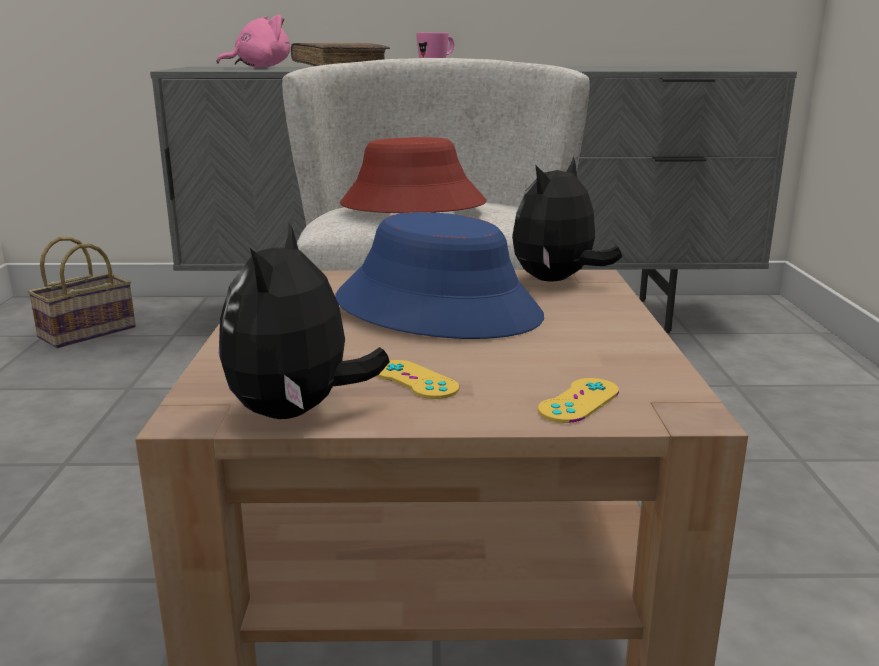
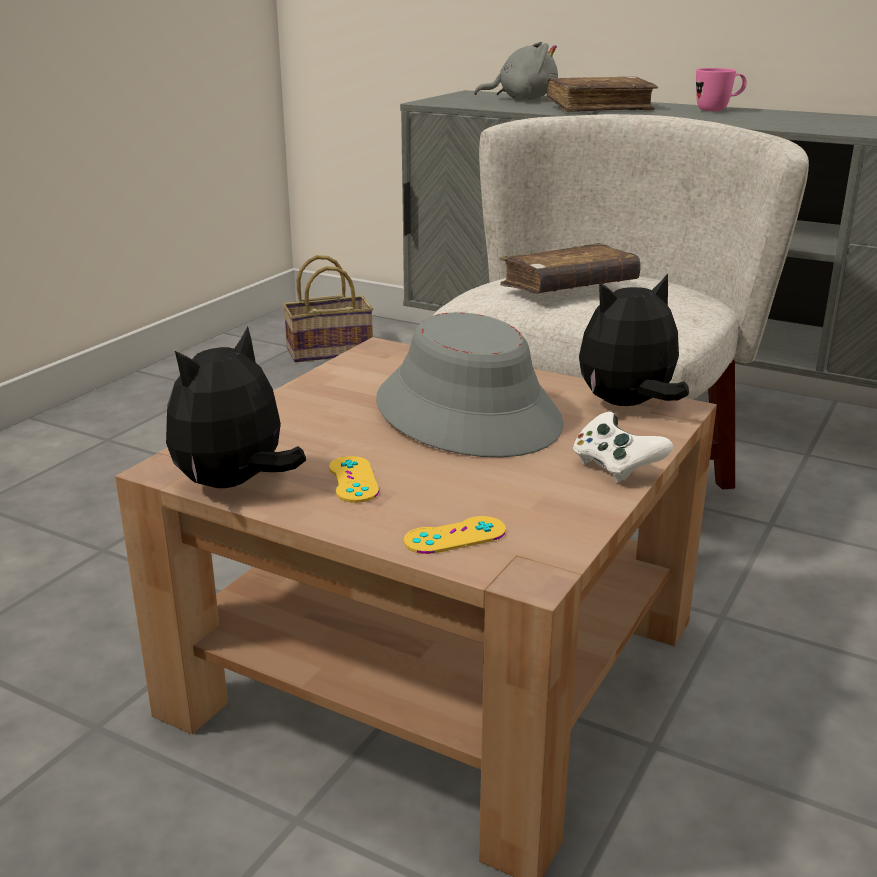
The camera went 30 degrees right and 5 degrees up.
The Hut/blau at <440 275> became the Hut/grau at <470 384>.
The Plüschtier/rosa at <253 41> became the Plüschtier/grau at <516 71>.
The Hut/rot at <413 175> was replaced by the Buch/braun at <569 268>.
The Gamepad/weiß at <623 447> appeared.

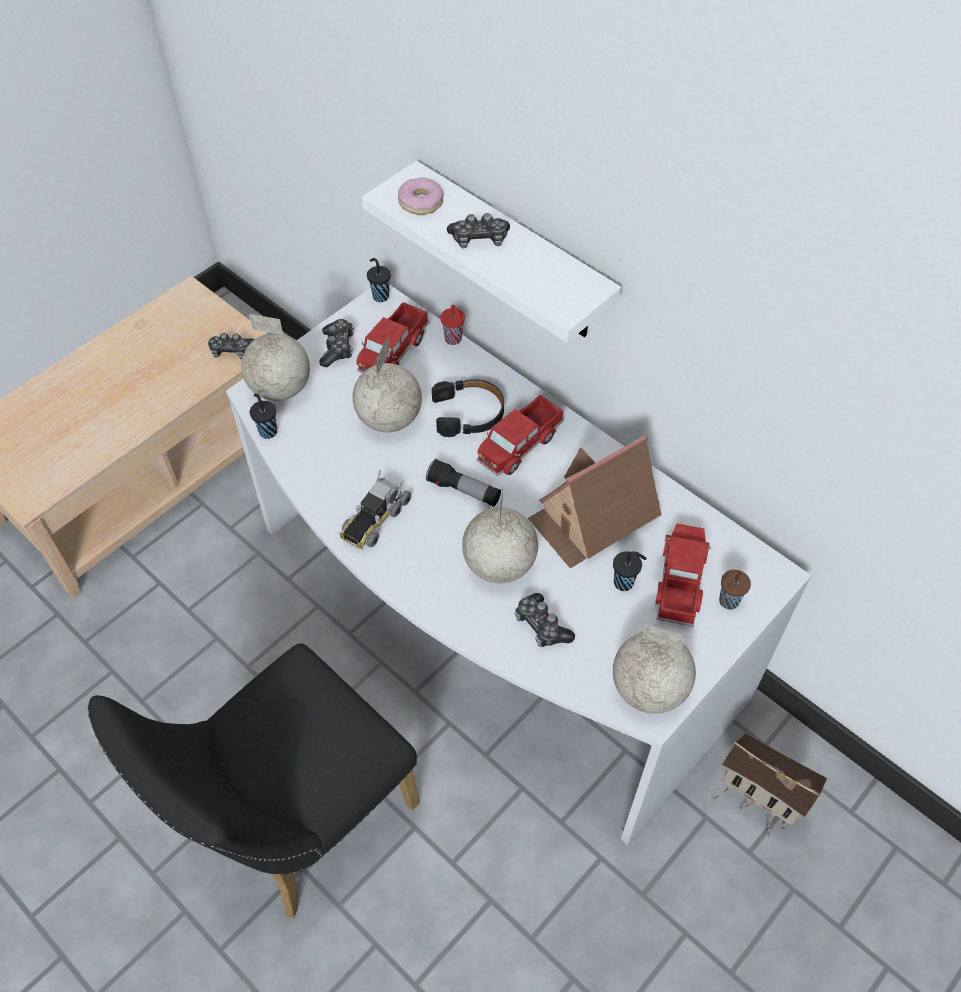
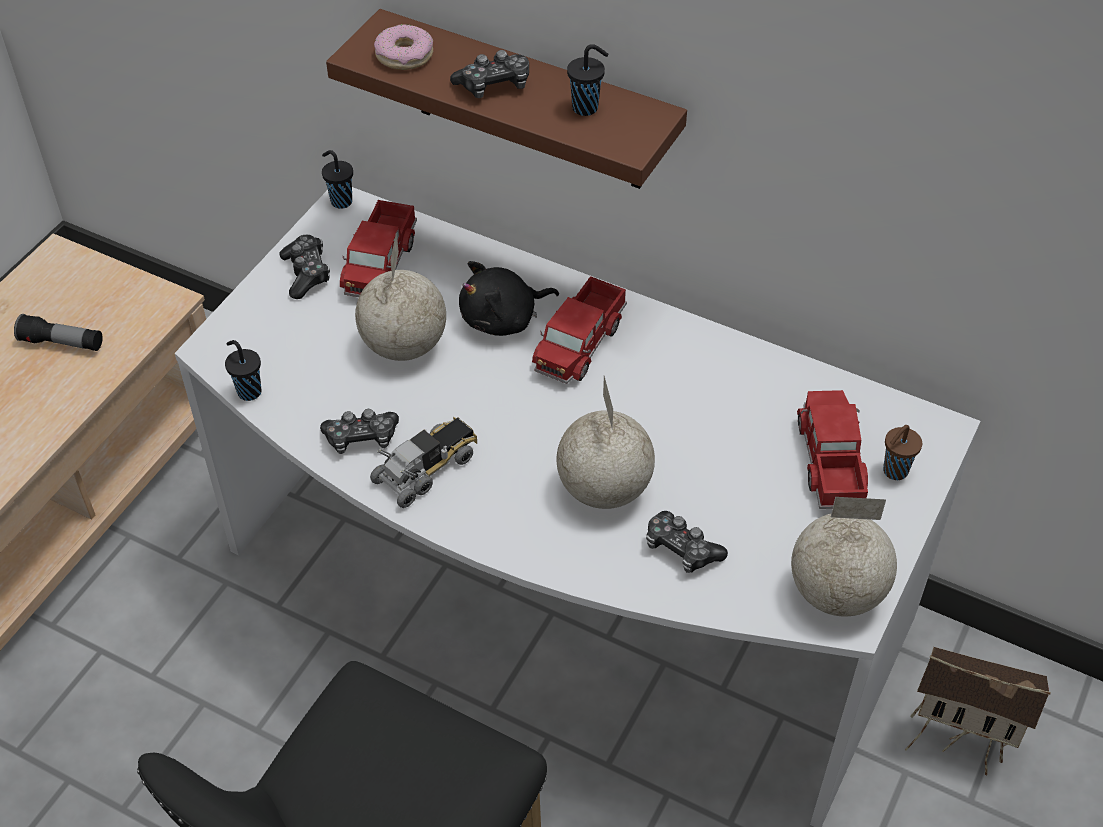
The camera went 15 degrees left and 5 degrees down.
The Taschenlampe moved from <463 483> to <58 332>.
The Gamepad moved from <231 346> to <359 431>.
The Wandregal/weiß at <492 252> became the Wandregal/braun at <506 99>.
The Spielzeuglaster at <375 510> turned 150 degrees counterclockwise.
The Kopfhörer/schwarz at <468 408> was replaced by the Plüschtier/schwarz at <509 298>.
The Tasse/schwarz moved from <630 571> to <587 80>.
The Globus at <275 357> disappeared.
The Tasse/rot at <452 325> disappeared.
The Spielzeughaus at <594 501> disappeared.

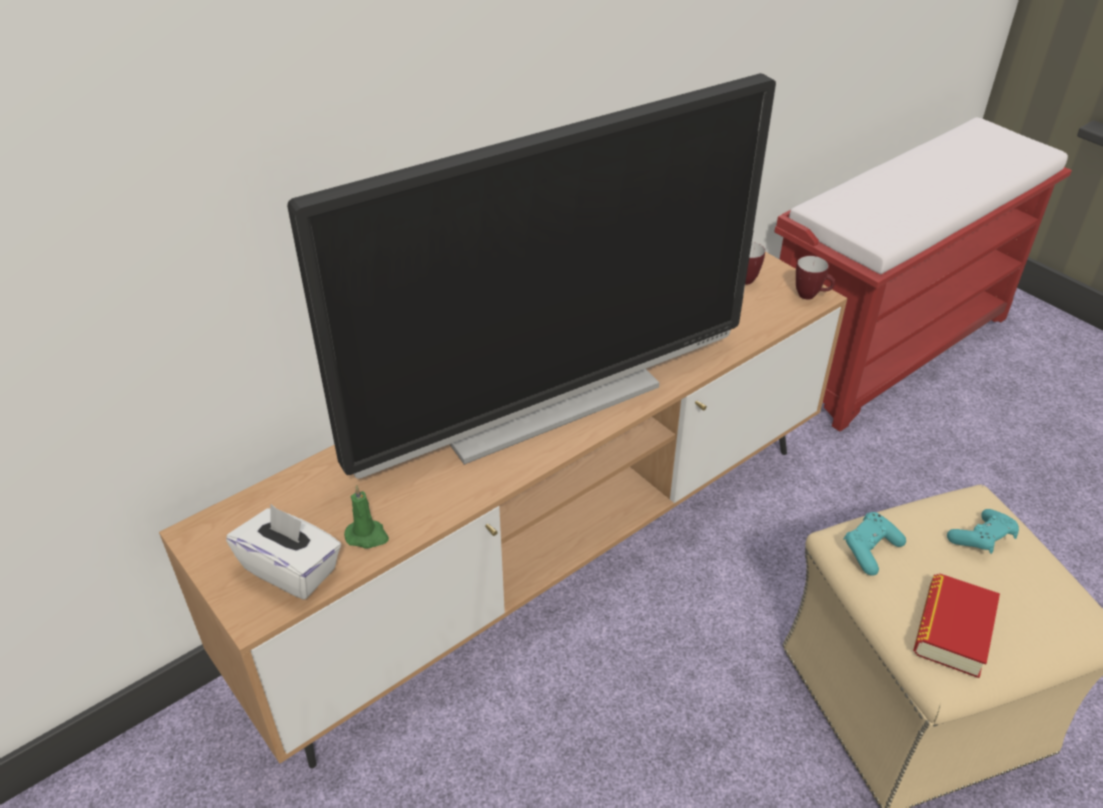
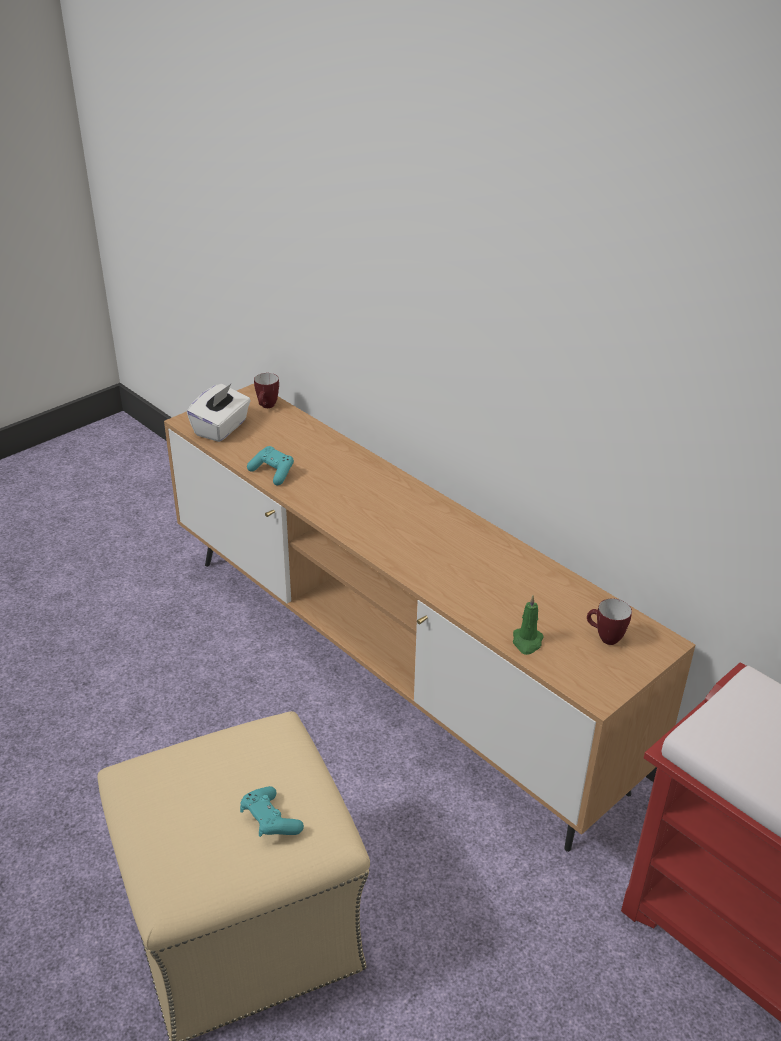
The camera went 85 degrees right and 5 degrees down.
The Gamepad/türkis moved from <874 544> to <270 465>.
The Henkelbecher moved from <815 278> to <266 390>.
The Kerze/grün moved from <366 517> to <528 625>.
The Fernseher at <531 276> disappeared.
The Buch at <956 626> disappeared.

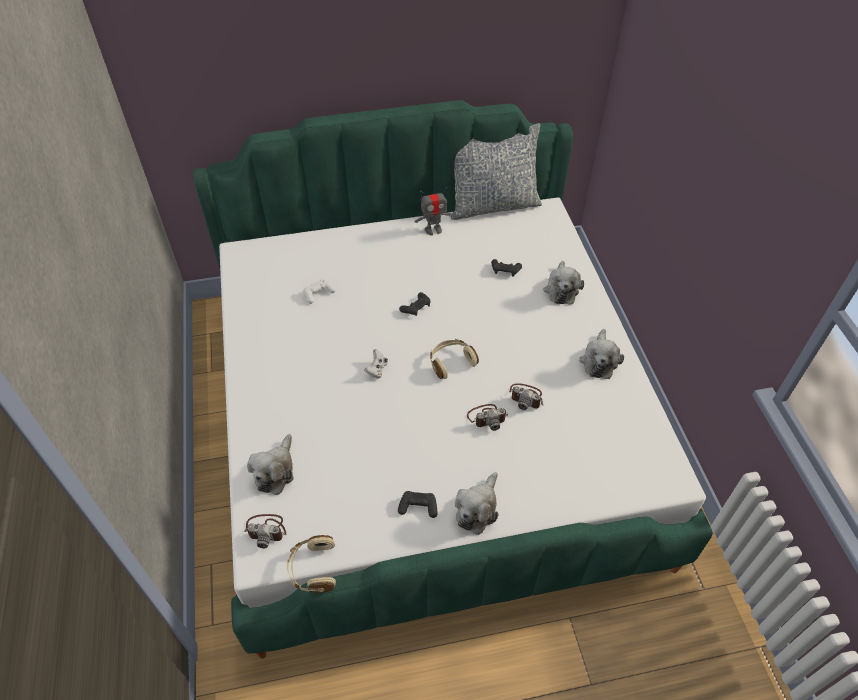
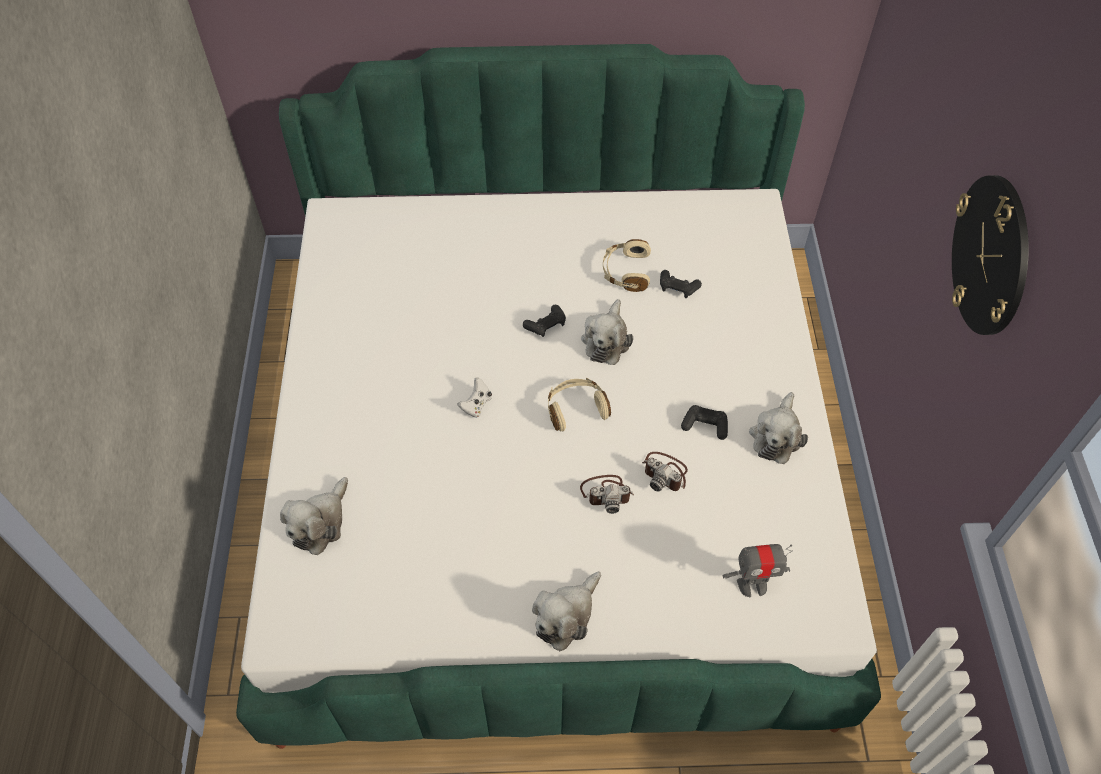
The camera went 10 degrees right and 5 degrees up.
The Plüschtier moved from <563 283> to <607 332>.
The Kopfhörer/beige moved from <311 564> to <627 265>.
The Gamepad/schwarz moved from <418 504> to <704 422>.
The Spielzeugroboter moved from <433 211> to <757 570>.
The Wanduhr at <990 255> appeared.
The Kamera at <265 531> disappeared.
The Gamepad/weiß at <320 291> disappeared.
The Kissen at <496 171> disappeared.

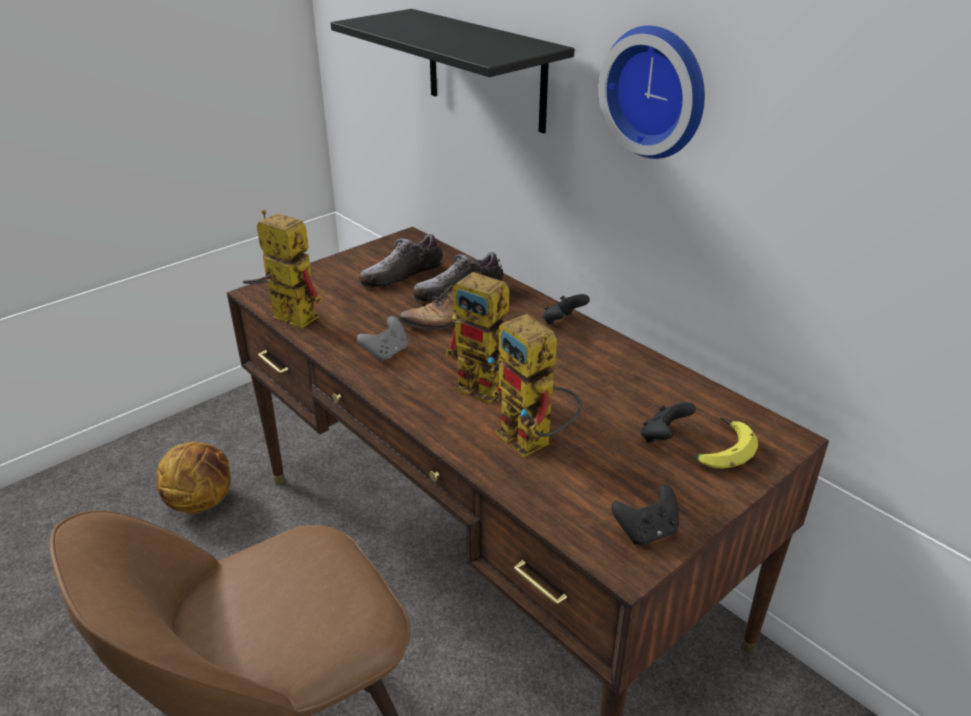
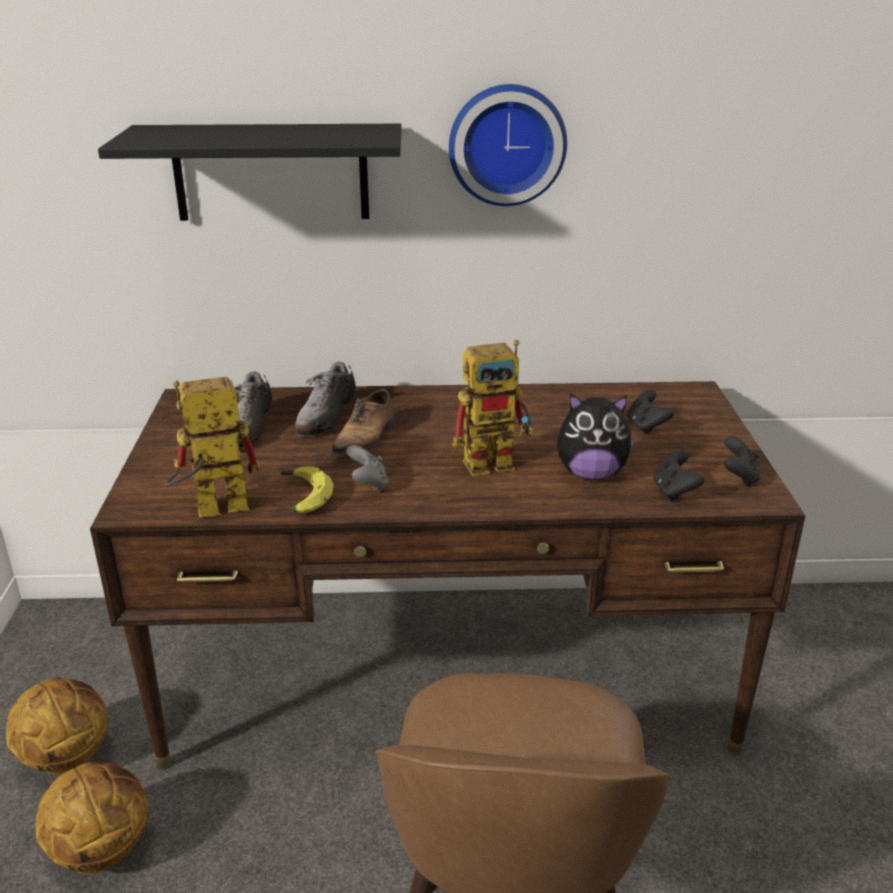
The camera went 50 degrees left and 5 degrees down.
The Basketball at <56 726> appeared.
The Banane moved from <727 442> to <307 489>.
The Spielzeugroboter at <537 386> was replaced by the Plüschtier at <596 436>.
The Gamepad/schwarz moved from <566 309> to <678 475>.

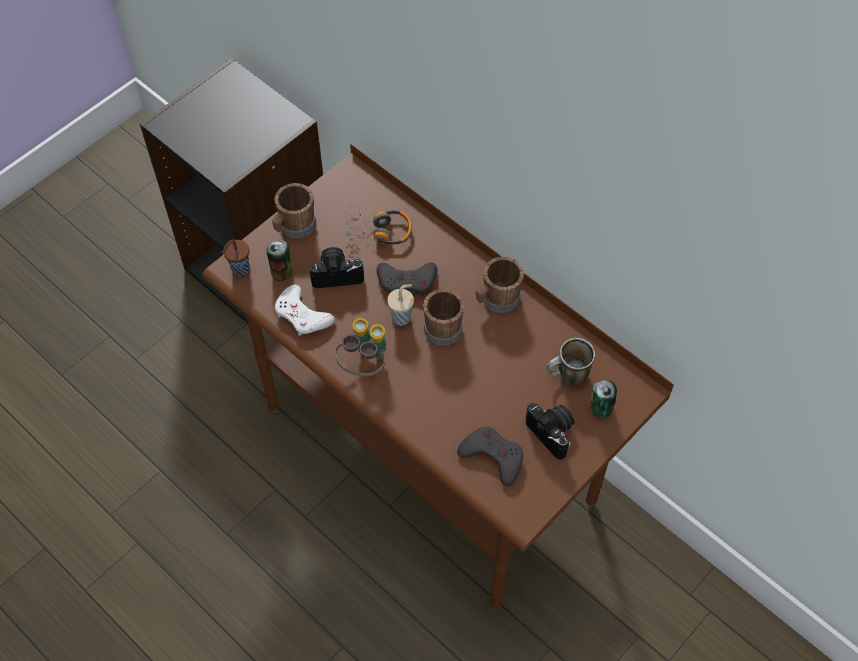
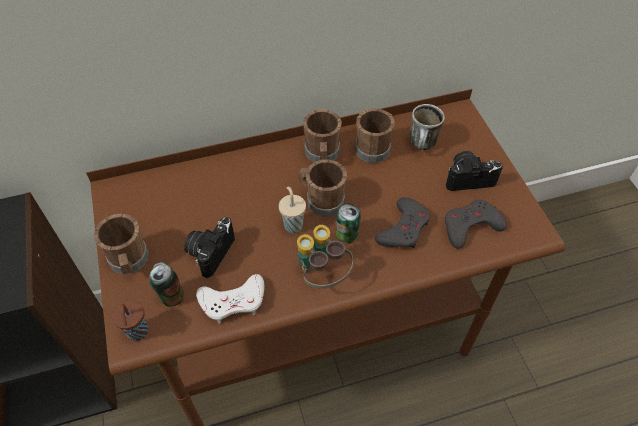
The camera went 60 degrees left and 5 degrees down.
The Dose moved from <604 398> to <348 223>.
The Henkelbecher/braun at <375 135> appeared.
The Gamepad/grau moved from <407 279> to <402 222>.
The Kopfhörer at <377 227> disappeared.

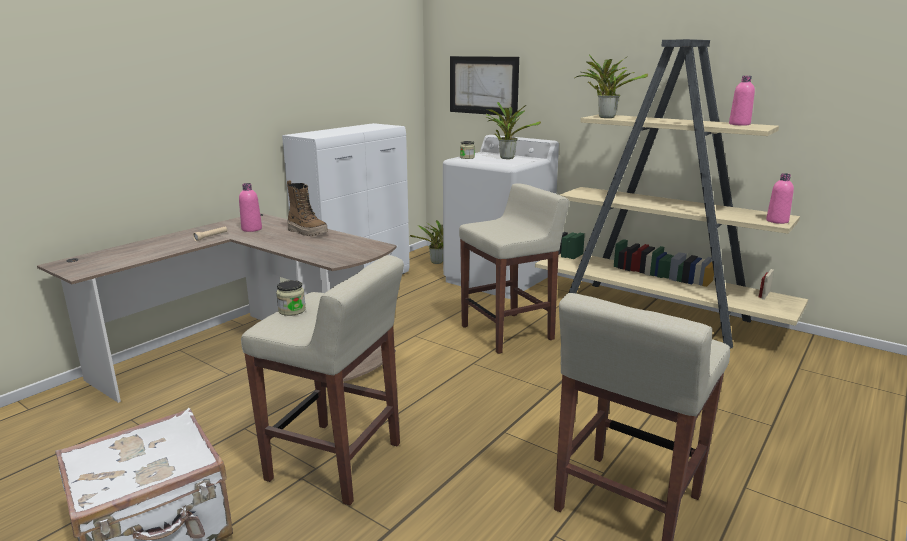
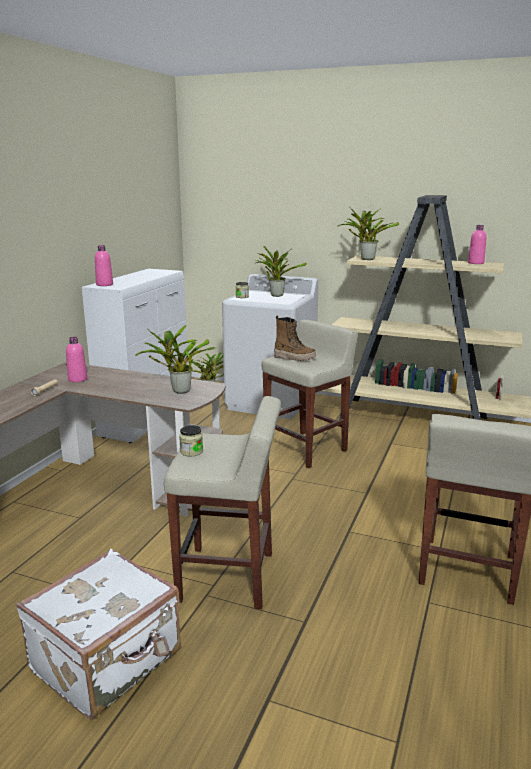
The camera went 15 degrees left and 0 degrees up.
The Flasche/rosa moved from <780 198> to <104 265>.
The Topfpflanze at <175 359> appeared.
The Stiefel moved from <307 208> to <295 338>.
The Bild at <484 86> disappeared.

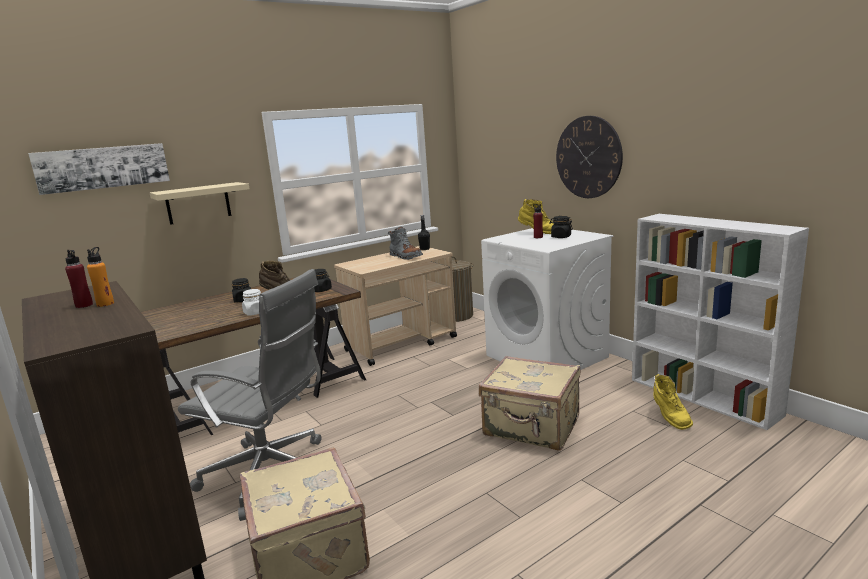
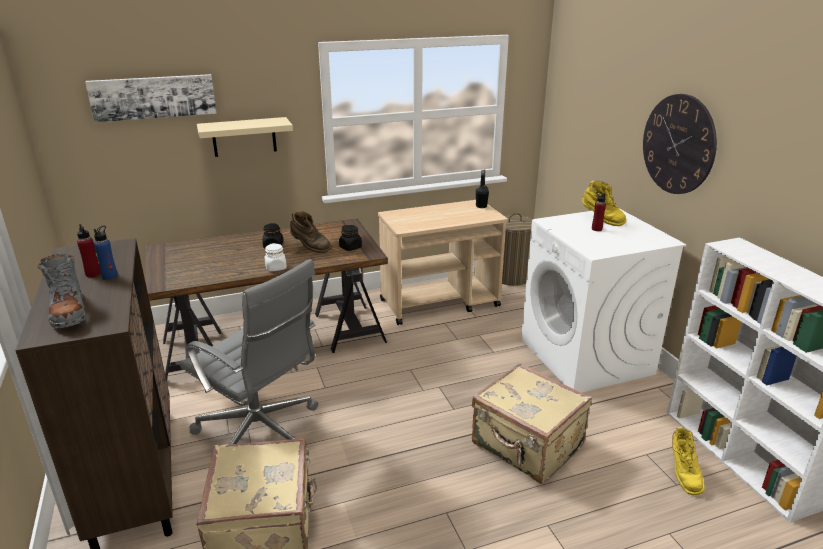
The camera went 15 degrees right and 10 degrees up.
The Stiefel/grau moved from <405 243> to <61 290>.
The Flasche/orange at <100 277> became the Flasche/blau at <106 252>.
The Vorratsglas/schwarz at <561 227> disappeared.

